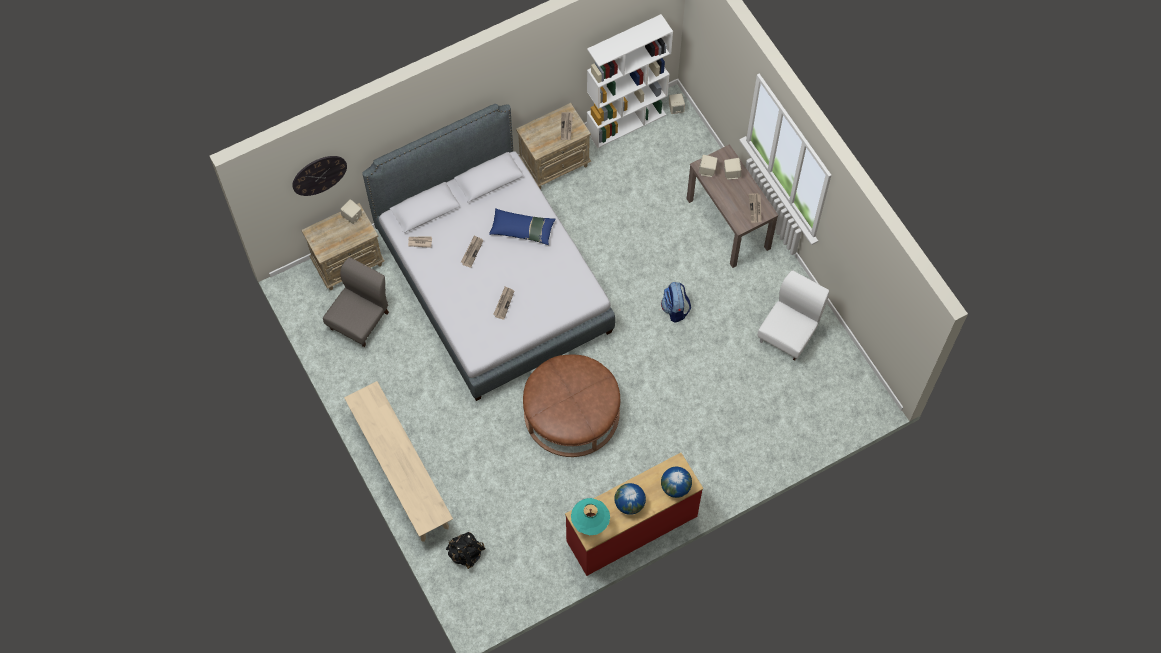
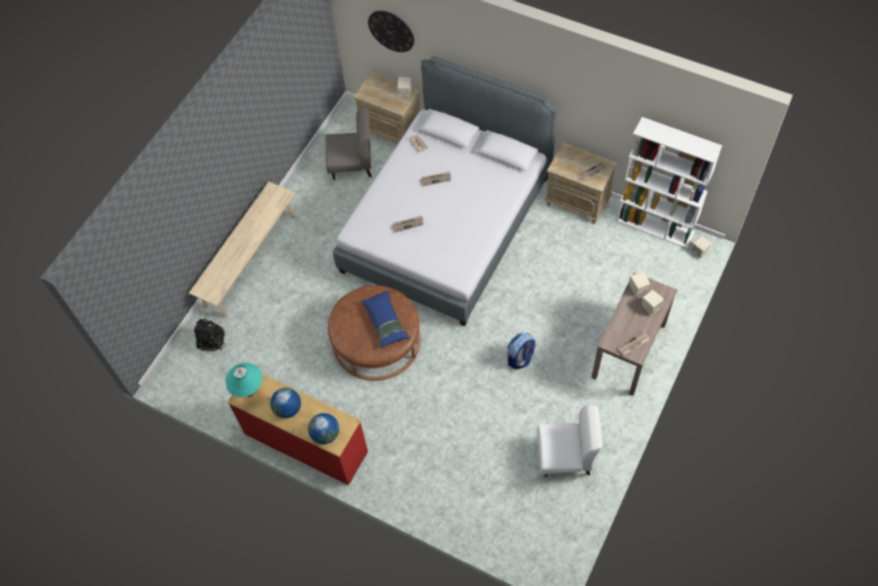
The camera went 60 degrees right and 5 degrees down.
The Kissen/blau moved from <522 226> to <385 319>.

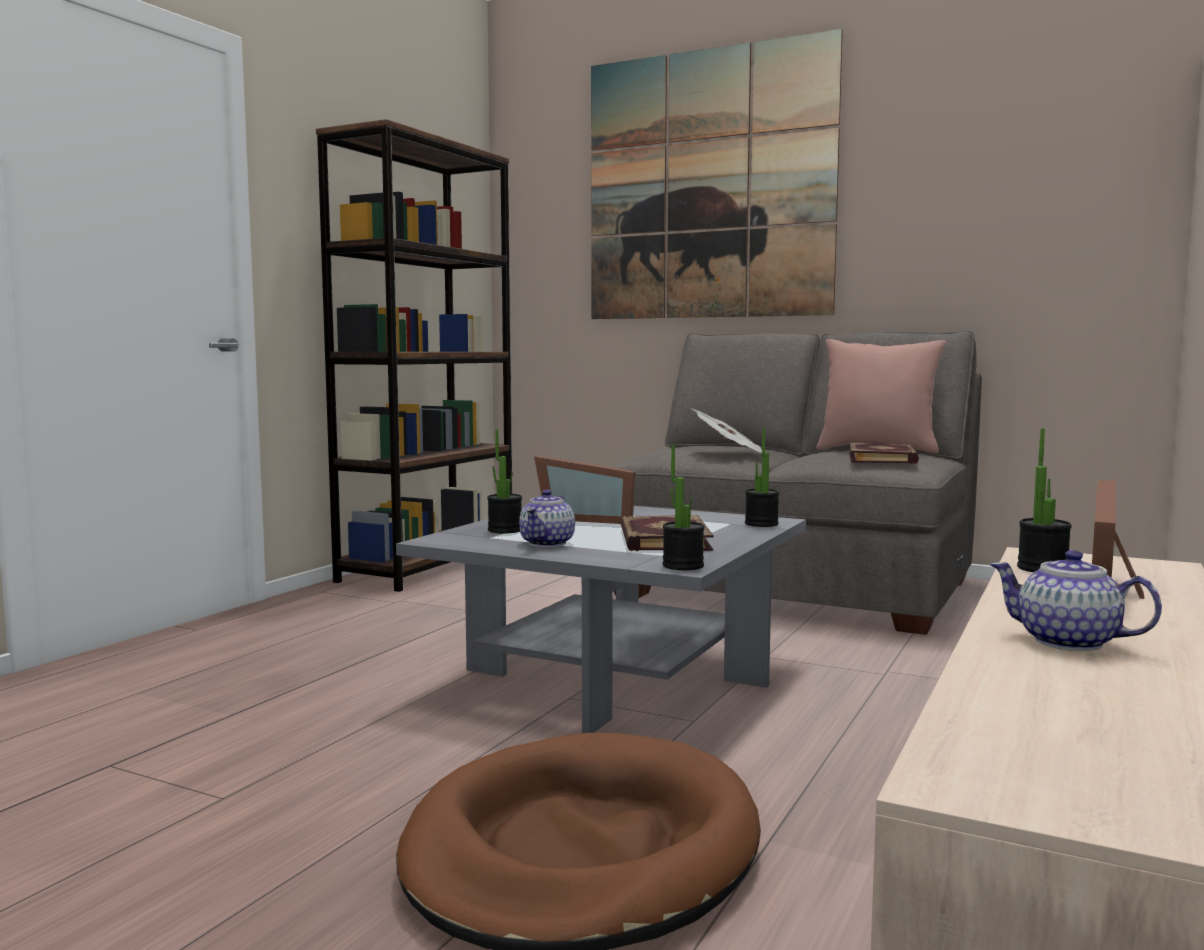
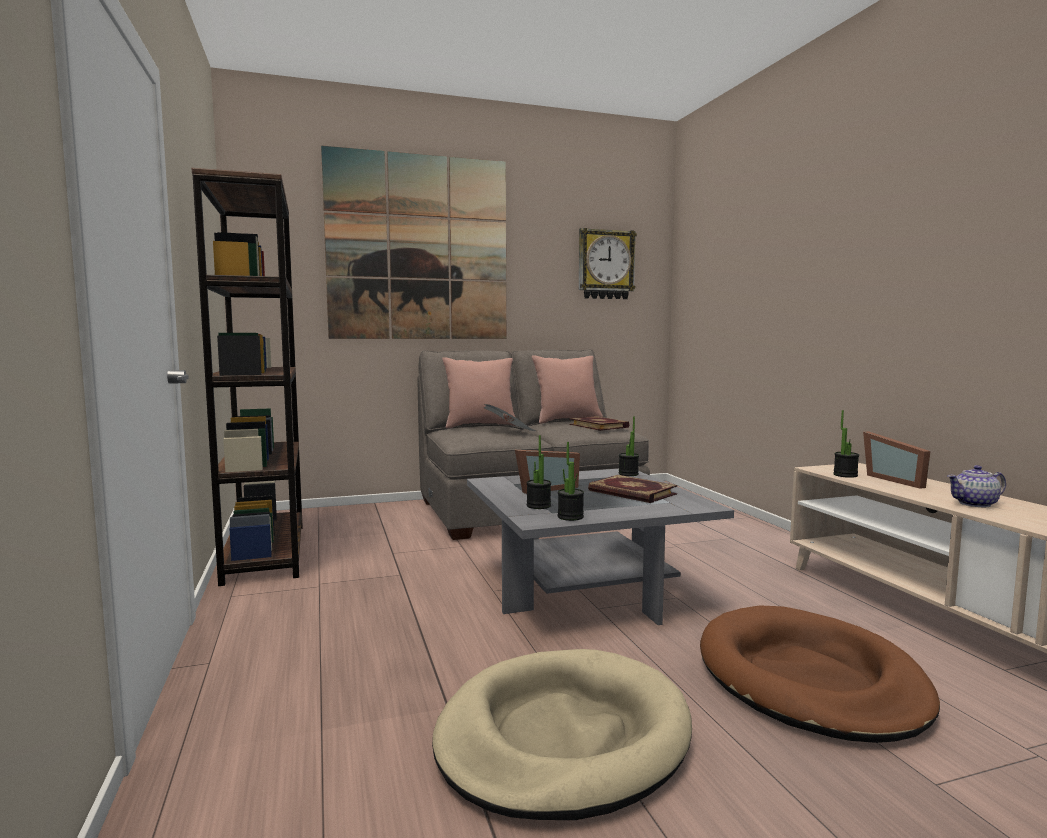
The camera went 45 degrees left and 0 degrees up.
The Hundebett/beige at <562 734> appeared.
The Kissen/rosa at <479 392> appeared.
The Topfpflanze moved from <683 507> to <571 481>.
The Wanduhr at <608 263> appeared.
The Teekanne at <547 518> disappeared.

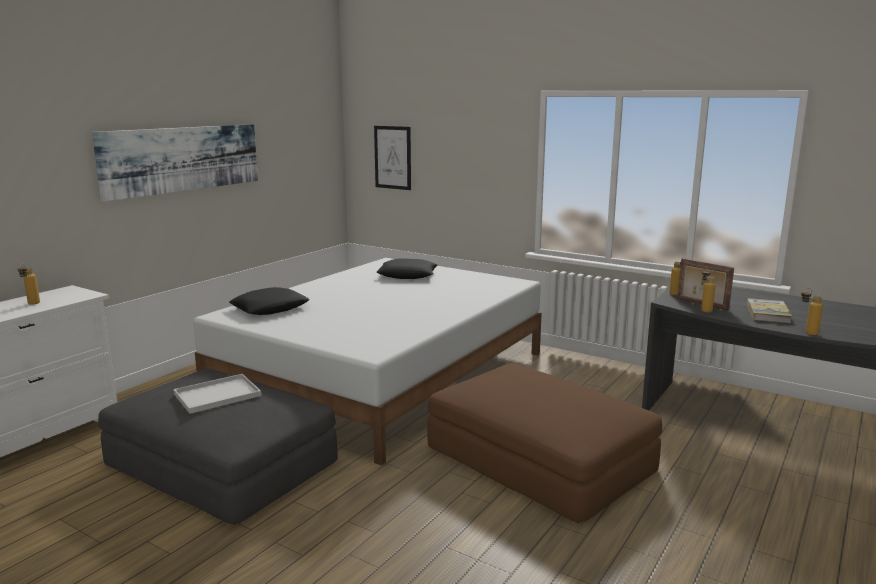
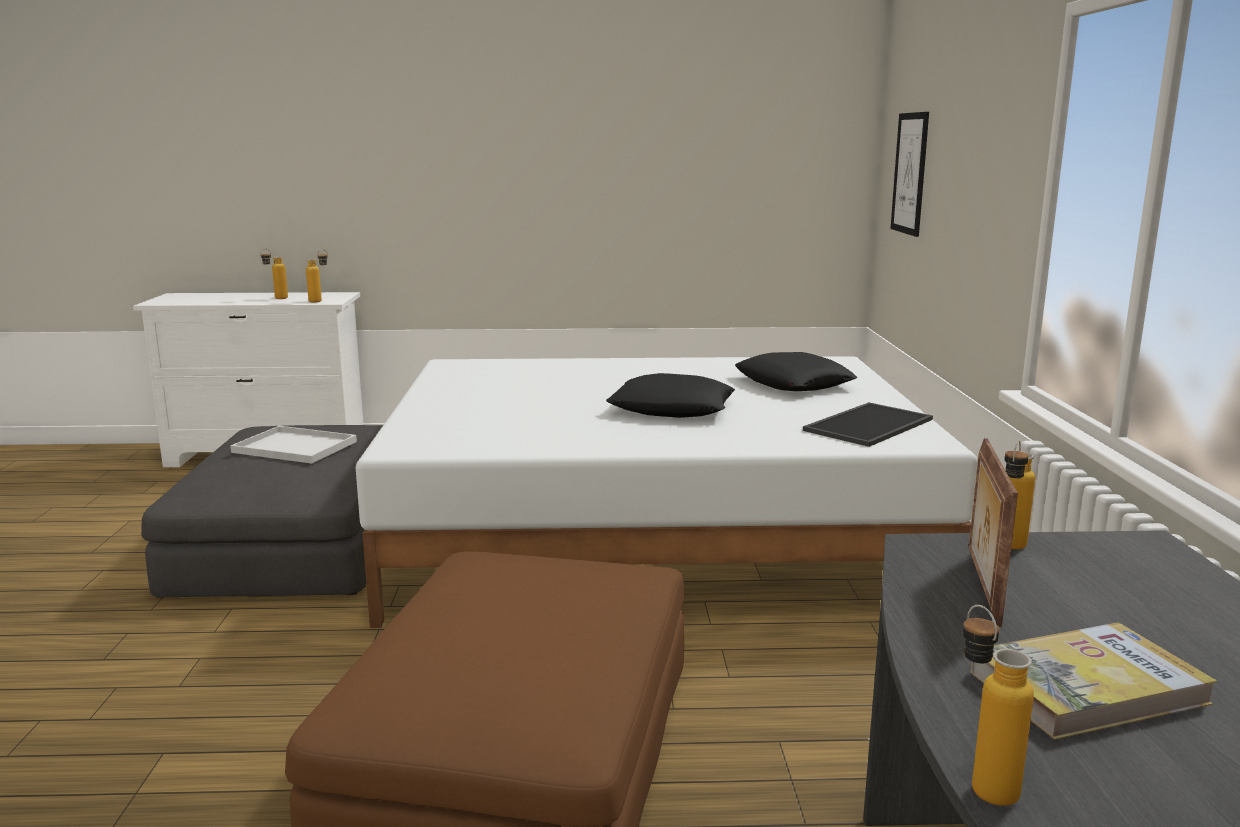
The camera went 55 degrees right and 0 degrees up.
The Flasche moved from <708 290> to <317 275>.
The Kissen/schwarz moved from <269 301> to <670 395>.
The Tablett at <868 424> appeared.
The Bild at <175 163> disappeared.

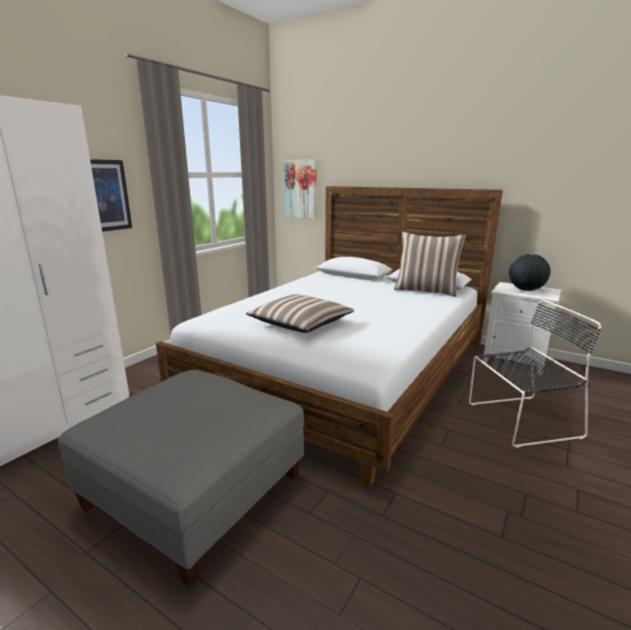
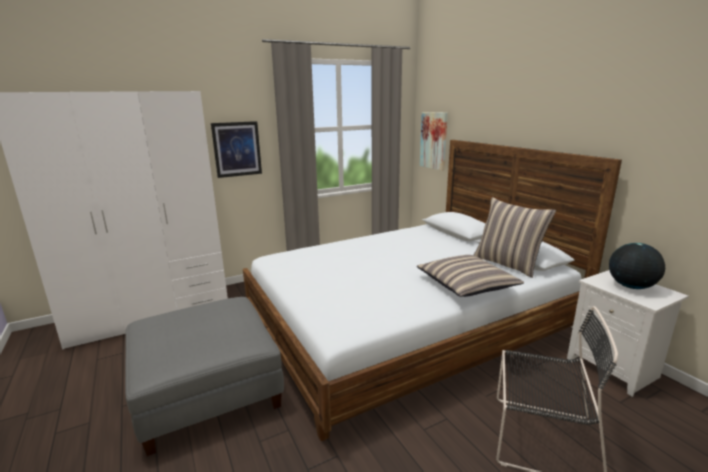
The camera went 30 degrees right and 0 degrees up.
The Kissen moved from <300 313> to <470 276>.

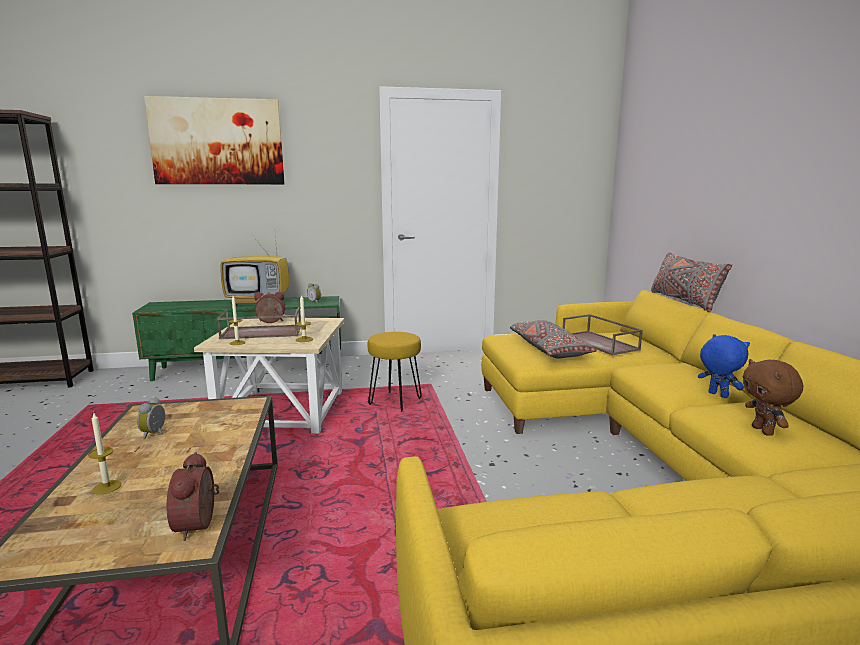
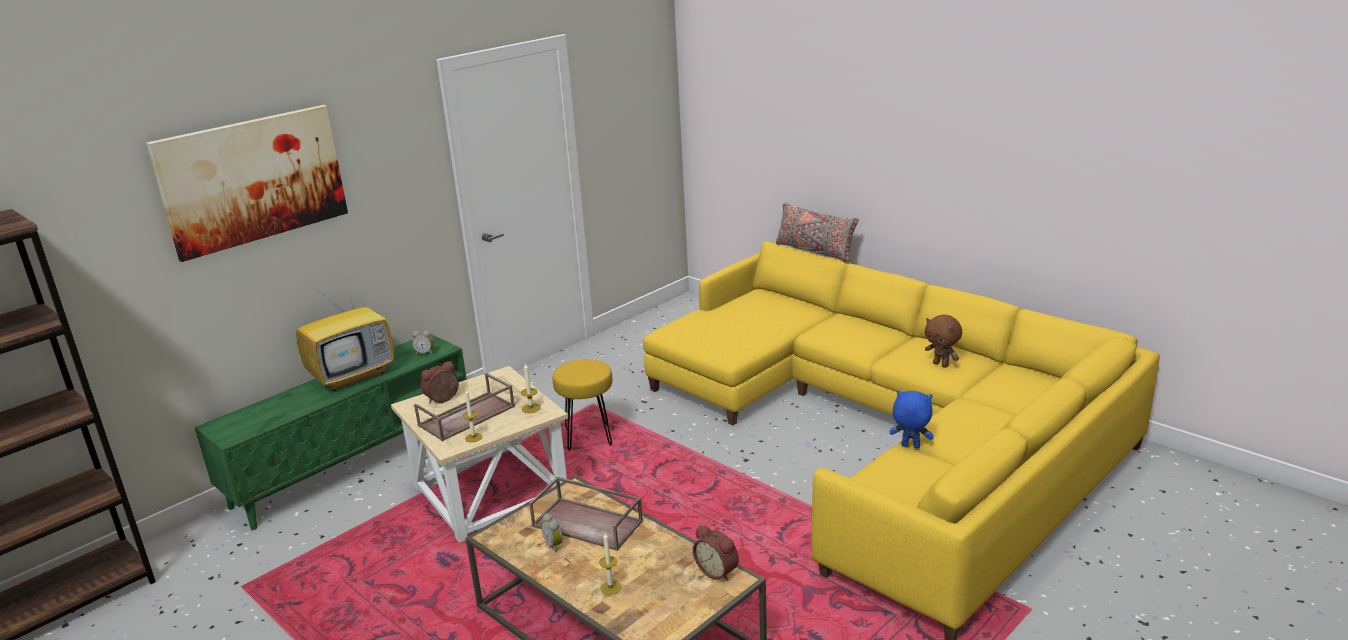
The camera went 35 degrees left and 10 degrees up.
The Tablett/braun moved from <603 334> to <586 514>.
The Plüschtier/blau moved from <724 366> to <911 419>.
The Kissen/grau at <553 339> disappeared.

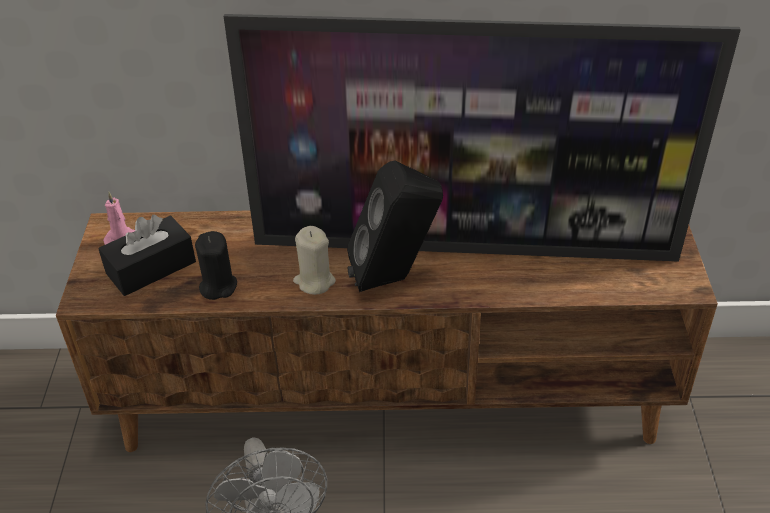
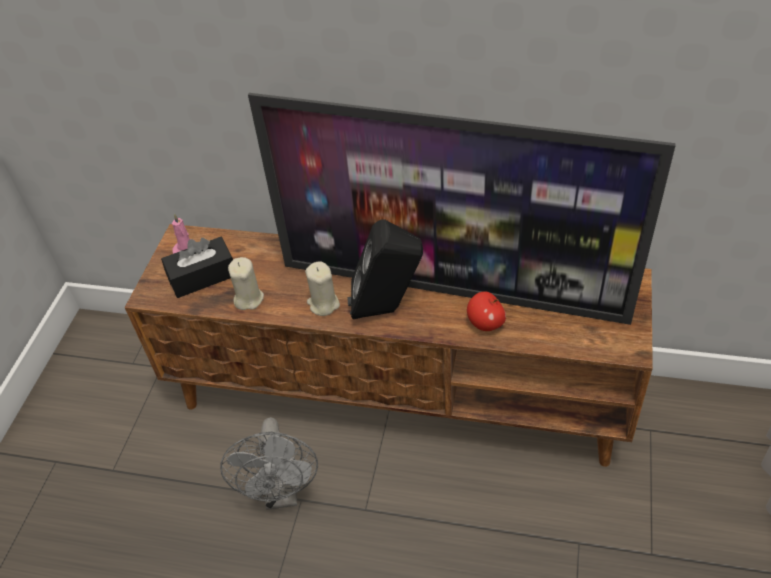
The camera went 15 degrees right and 5 degrees up.
The Kerze/schwarz at <216 265> became the Kerze/beige at <246 283>.
The Apfel at <486 311> appeared.

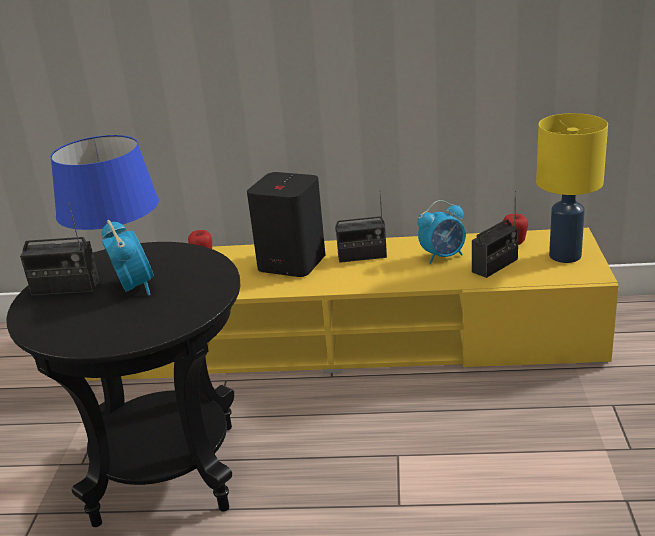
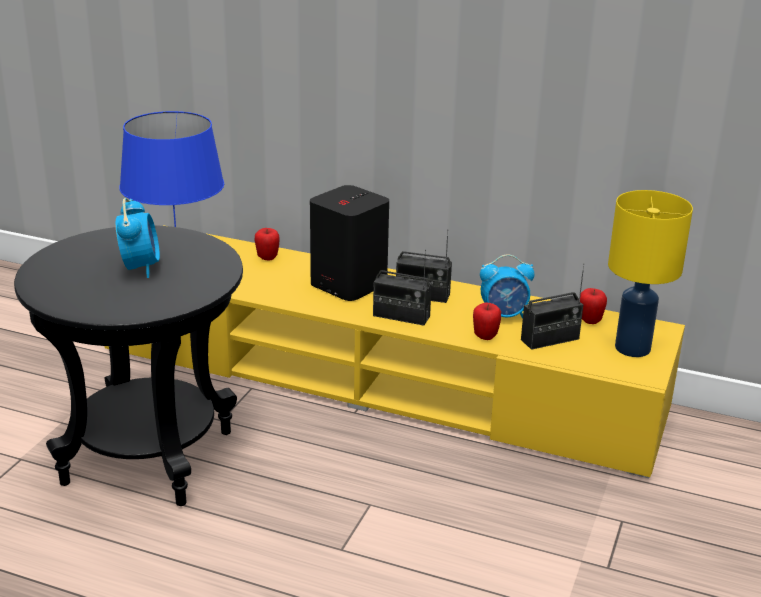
The camera went 15 degrees right and 0 degrees up.
The Radio moved from <59 249> to <402 287>.
The Apfel at <487 321> appeared.

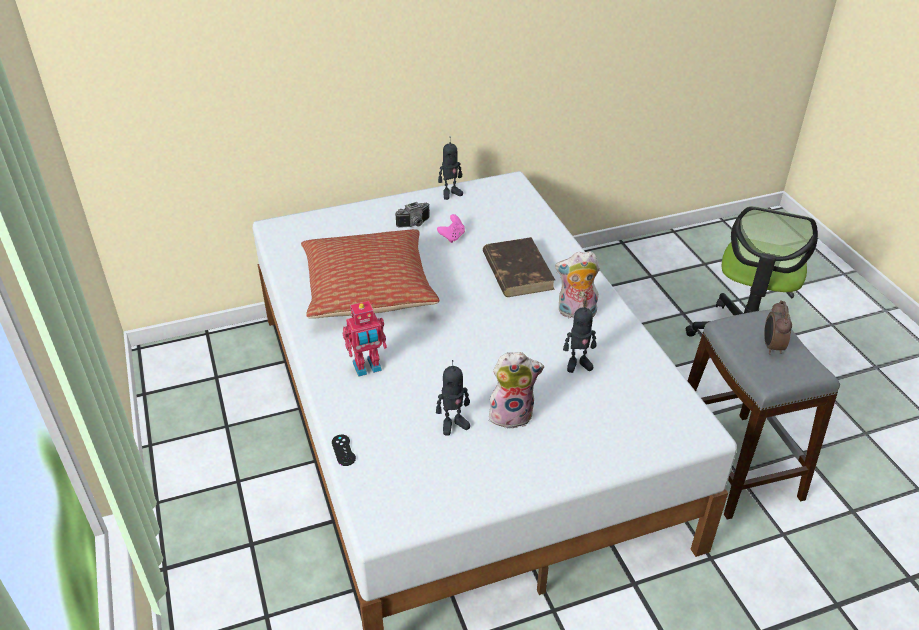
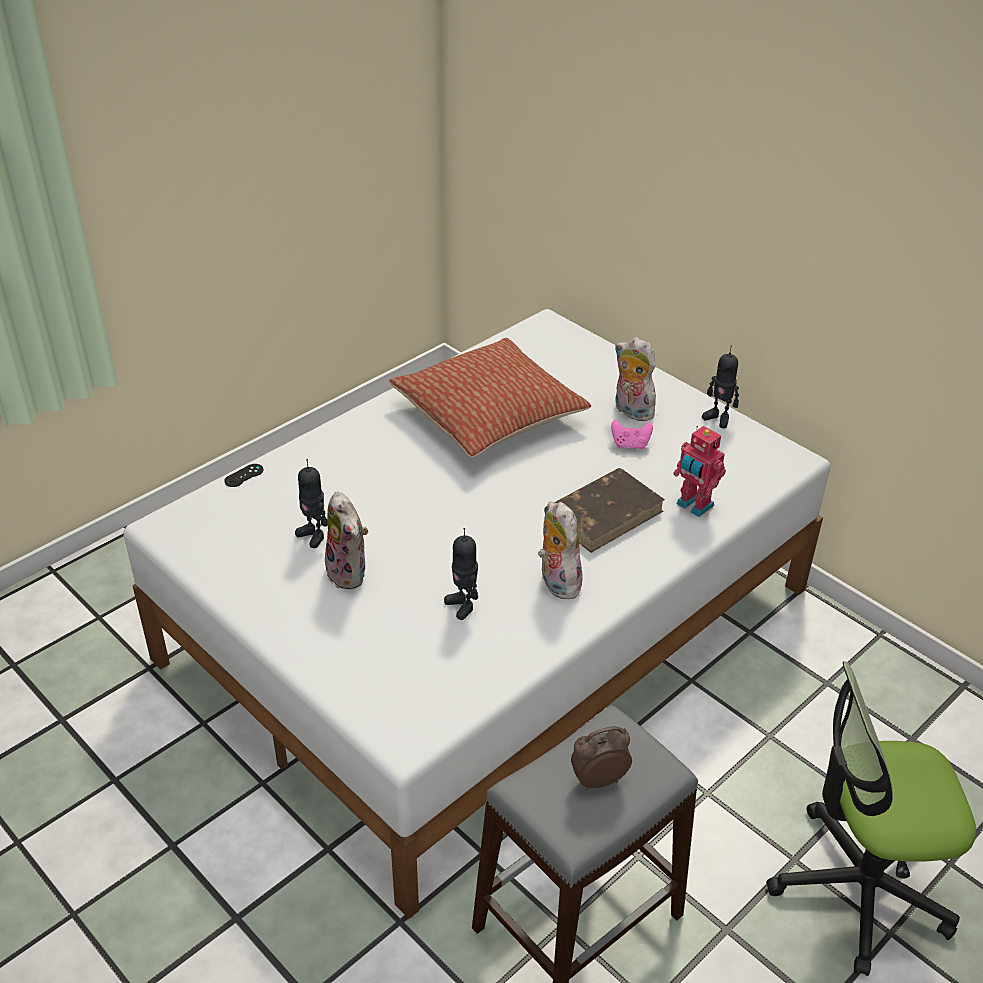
The camera went 65 degrees right and 0 degrees up.
The Kamera at <412 215> was replaced by the Plüschtier at <635 379>.
The Spielzeugroboter moved from <365 339> to <699 471>.

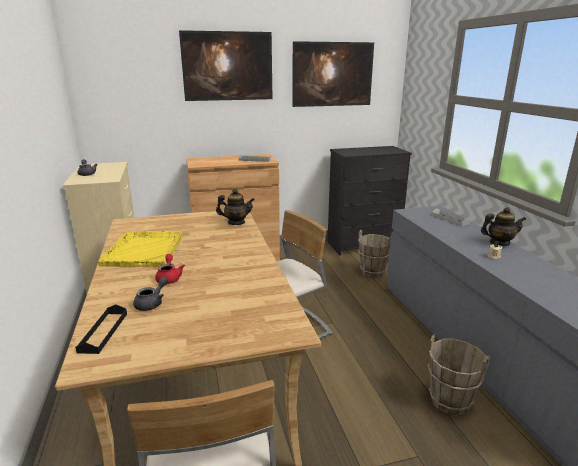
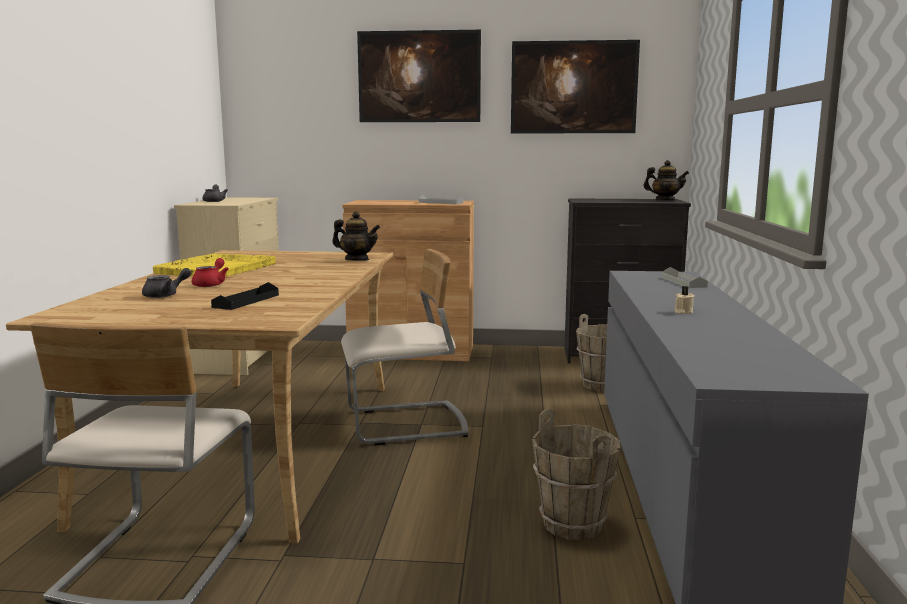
The camera went 20 degrees right and 10 degrees down.
The Tablett/schwarz moved from <101 329> to <245 296>.
The Teekanne moved from <503 226> to <666 180>.

